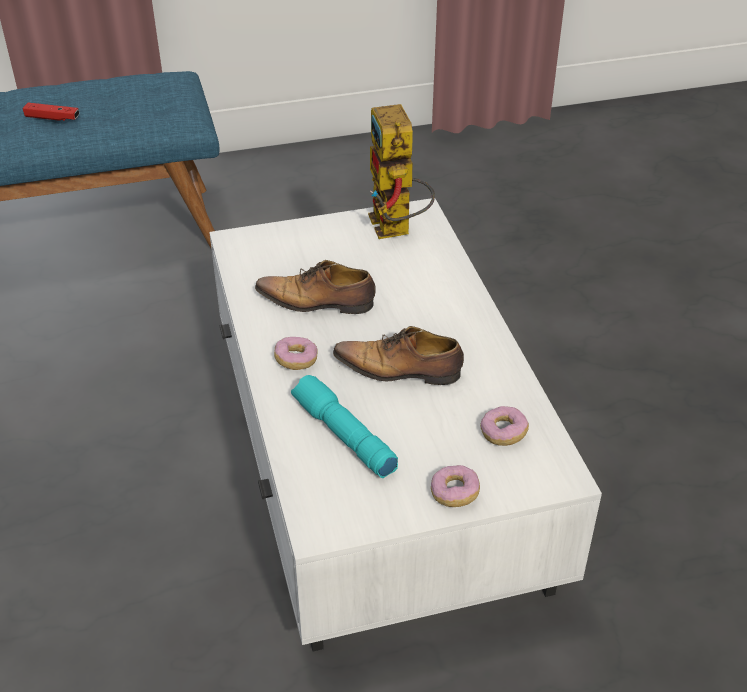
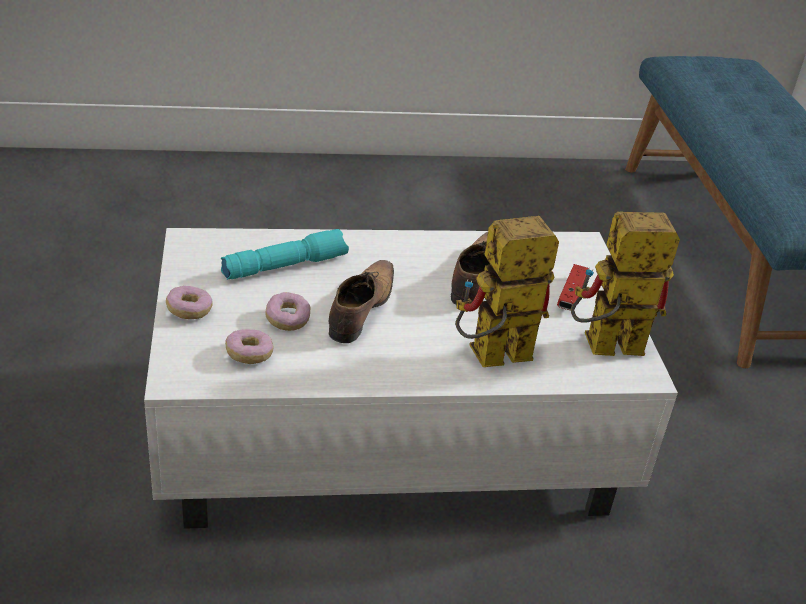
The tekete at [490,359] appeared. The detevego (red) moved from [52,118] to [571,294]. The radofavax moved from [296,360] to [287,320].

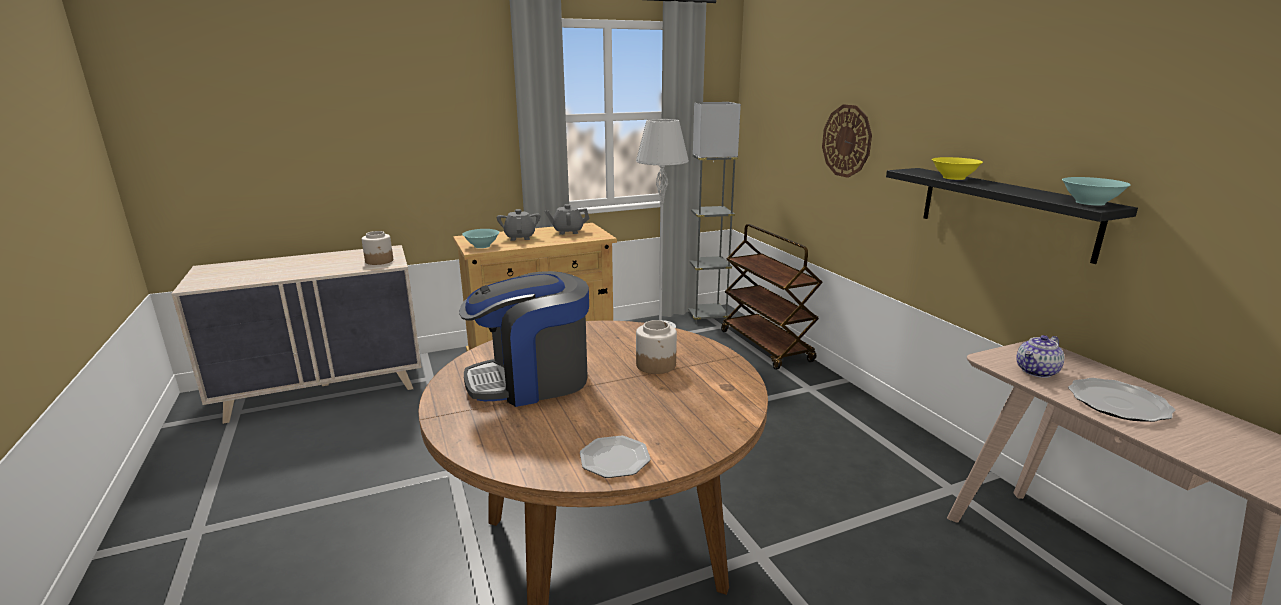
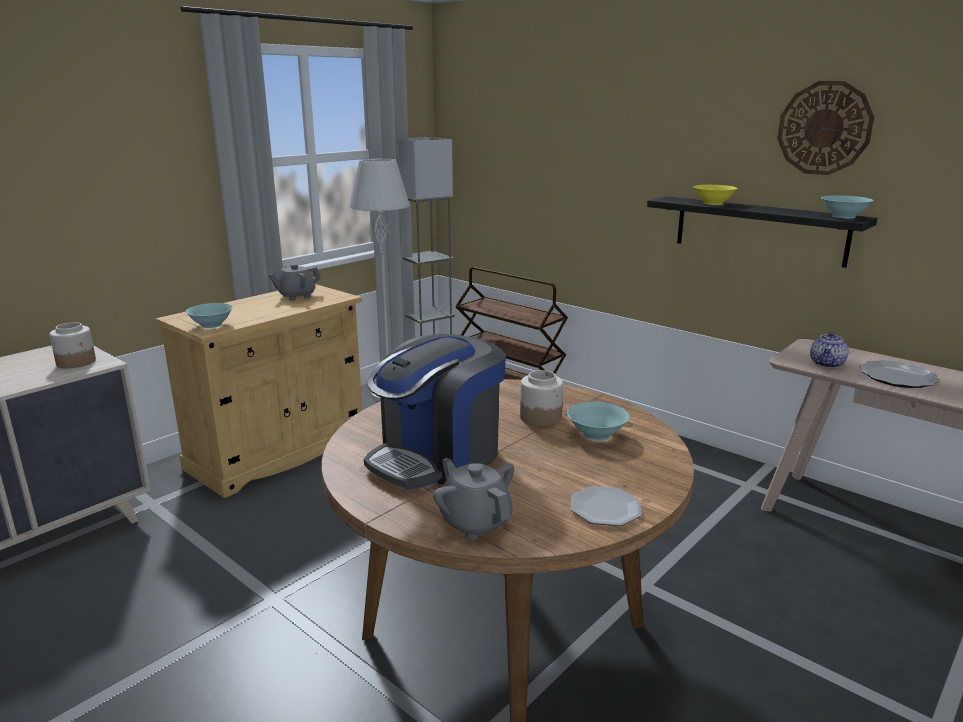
The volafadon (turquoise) at [597,434] appeared. The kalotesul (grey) moved from [520,237] to [475,522]. The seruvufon moved from [847,141] to [824,128].

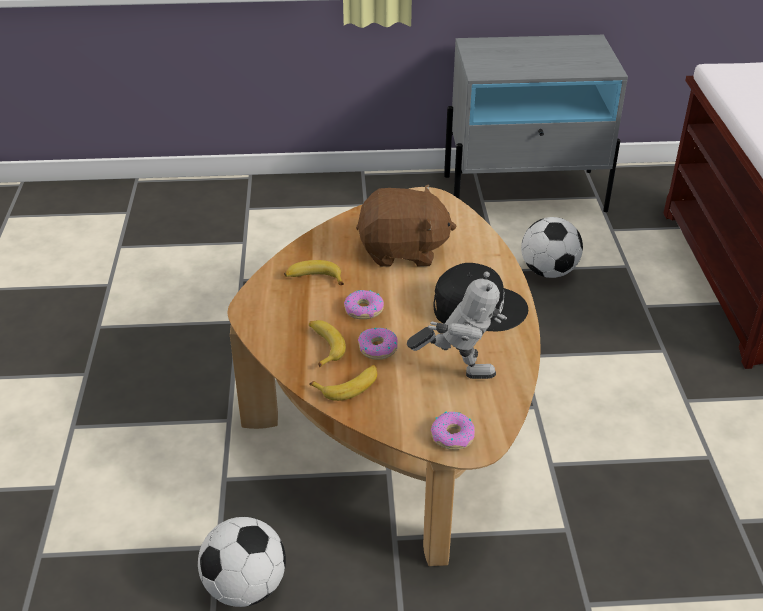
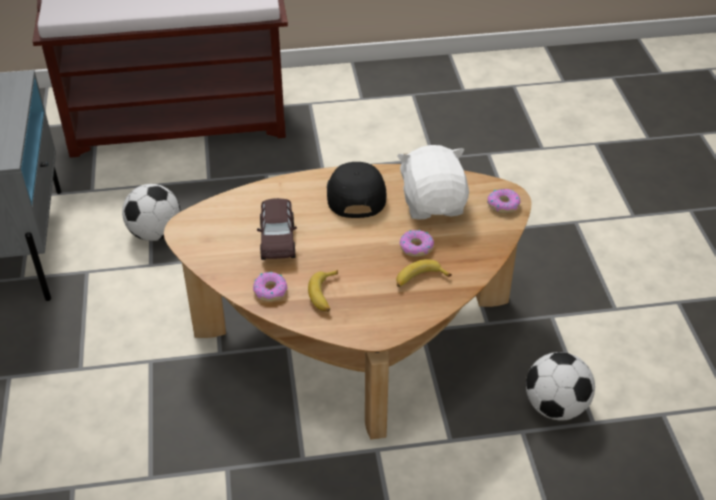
The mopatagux at [348,386] disappeared. The radofavax moved from [363,310] to [270,290]. The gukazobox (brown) at [403,251] was replaced by the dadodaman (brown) at [277,240]. The tekete at [457,370] was replaced by the gukazobox (white) at [433,203].

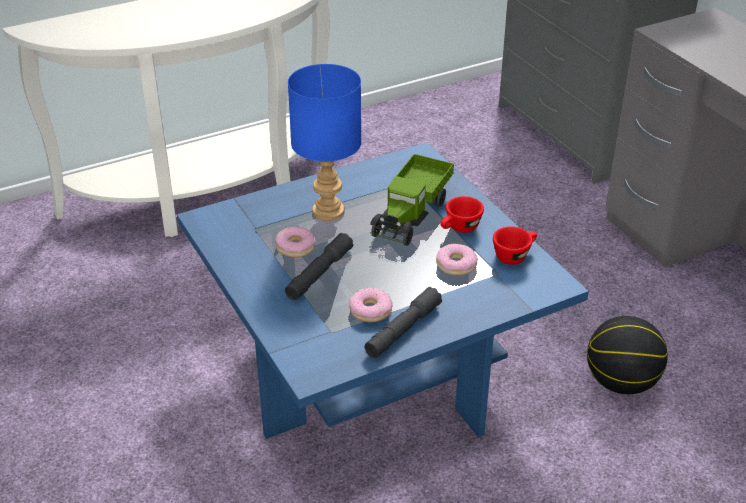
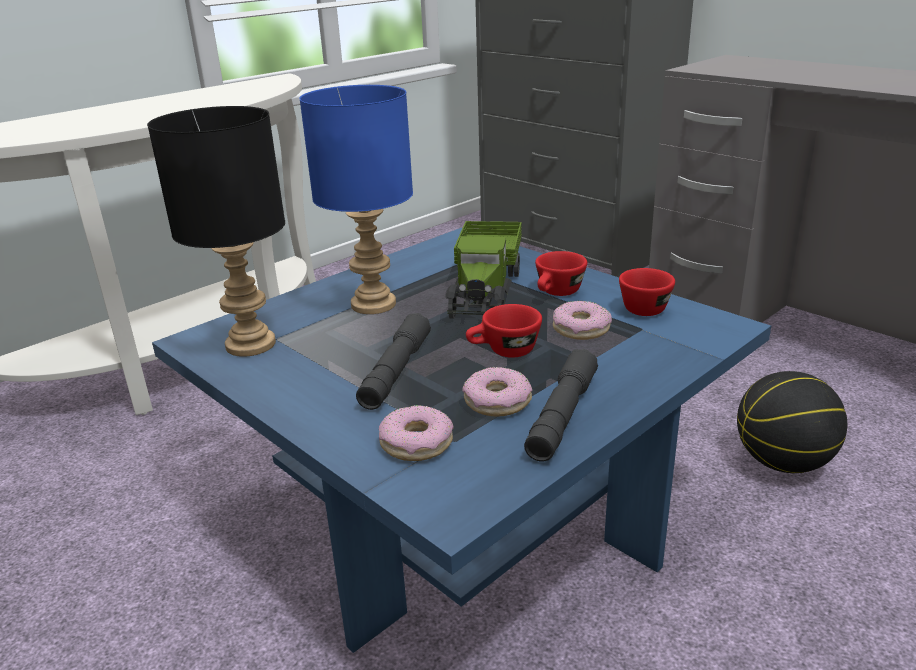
The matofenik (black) at [251,343] appeared. The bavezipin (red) at [504,352] appeared. The radofavax moved from [295,247] to [416,443].

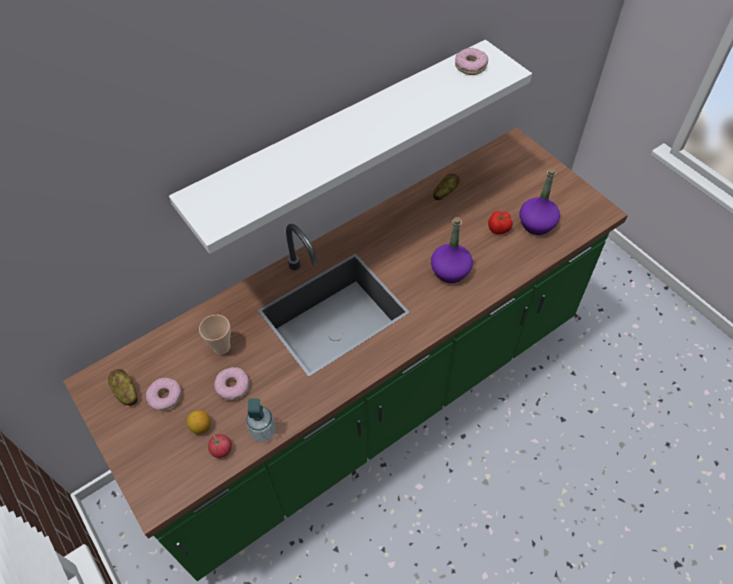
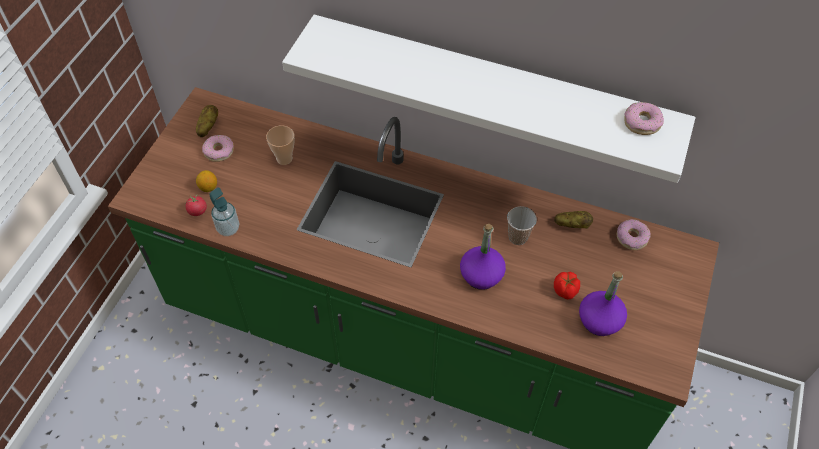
The bavezipin at [518,237] appeared. The radofavax moved from [233,386] to [632,238].

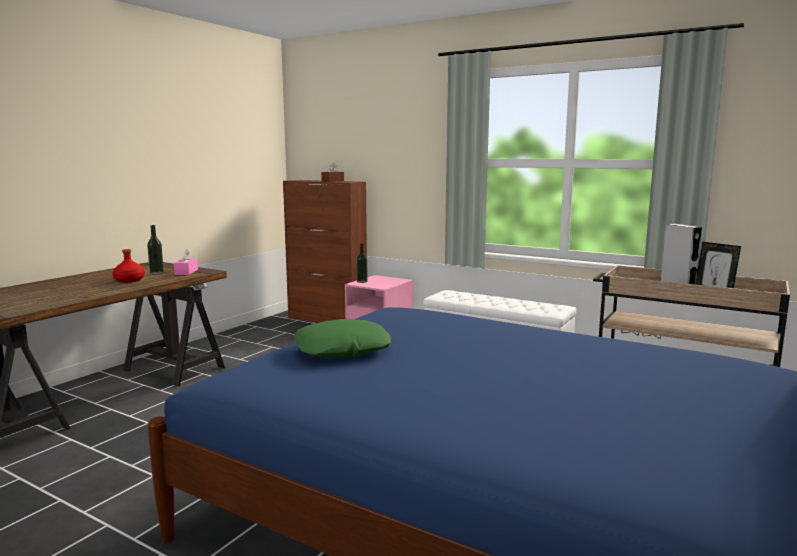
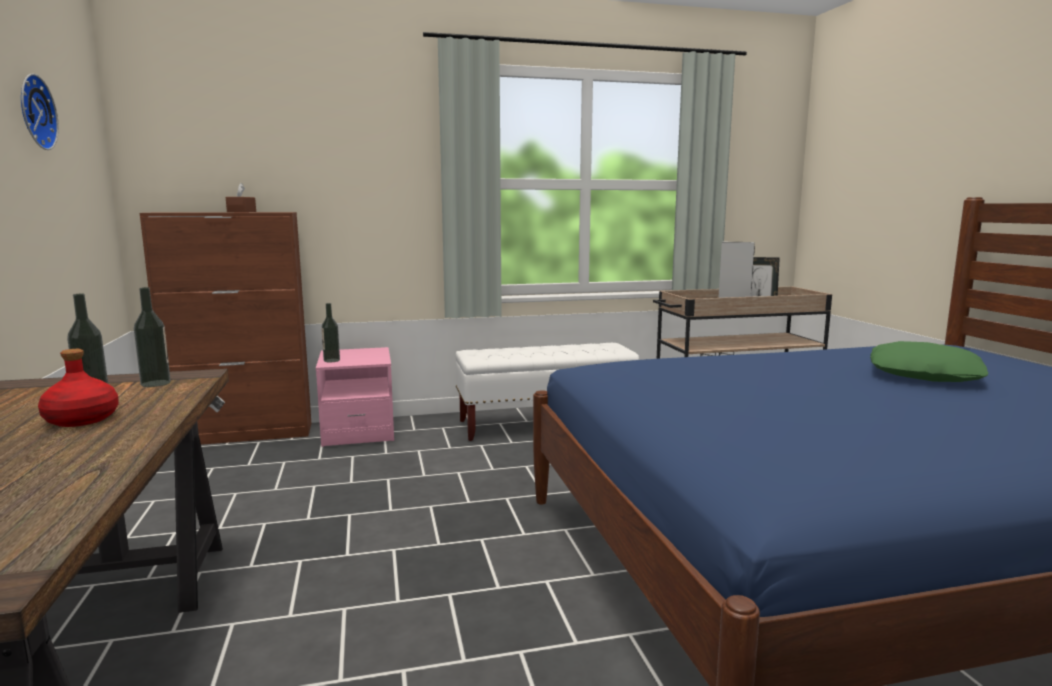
The seruvufon at [33,112] appeared. The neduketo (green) moved from [342,349] to [925,374]. The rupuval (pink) at [186,272] was replaced by the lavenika at [155,383].

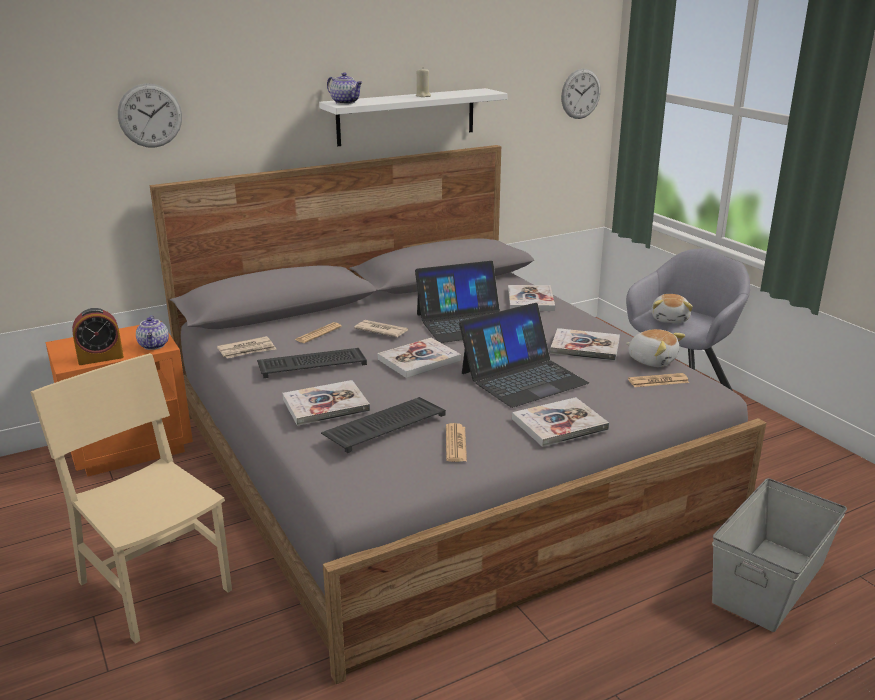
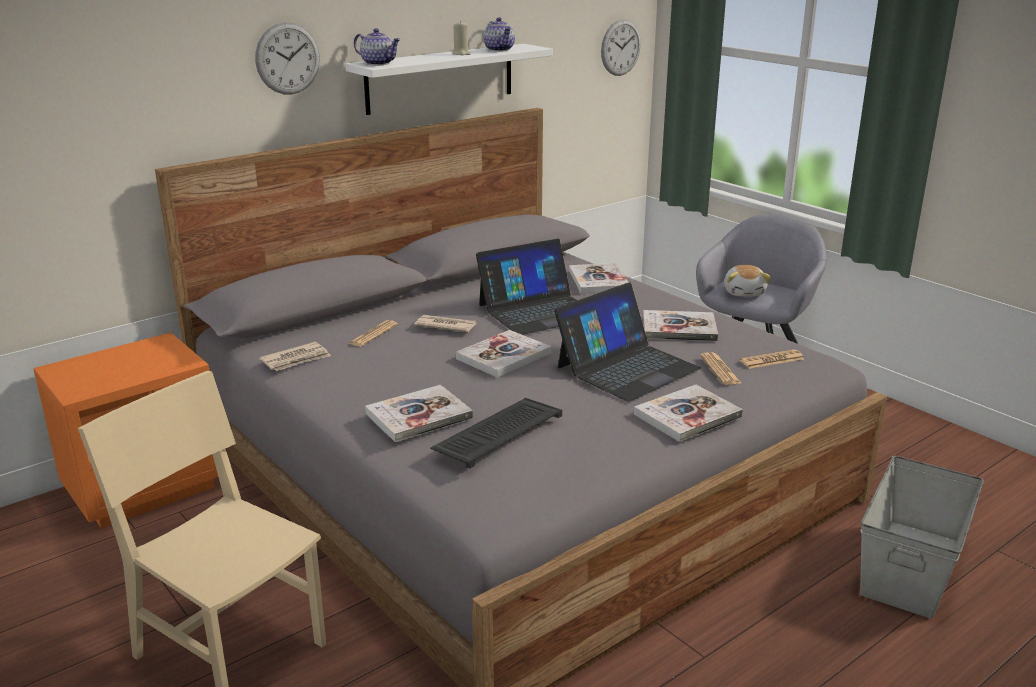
The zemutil at [100,358] disappeared. The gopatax at [313,363] disappeared. The gukazobox at [652,360] disappeared. The seruvufon moved from [150,115] to [288,58]. The kalotesul moved from [154,345] to [500,49]. The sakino moved from [456,443] to [720,370].

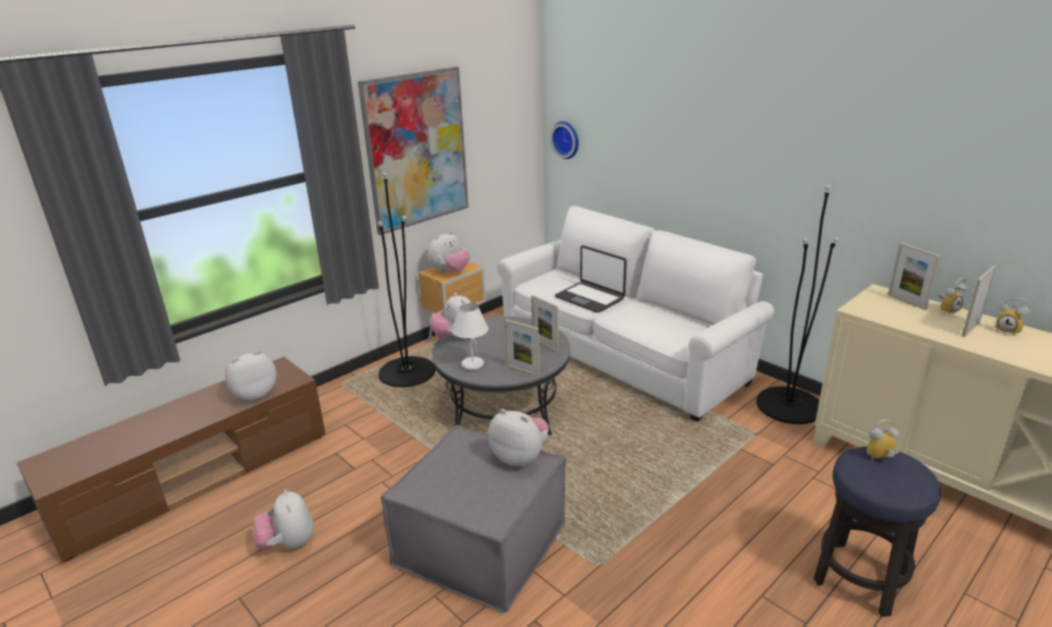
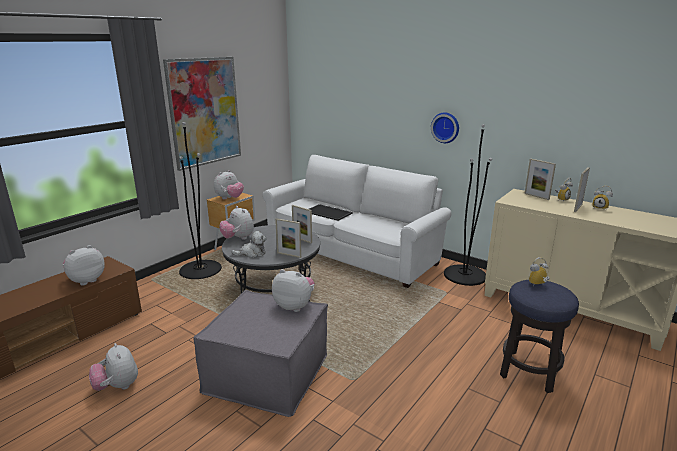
The seruvufon moved from [567,139] to [445,127]. The matofenik (white) at [472,365] was replaced by the gukazobox at [252,253]. The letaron at [590,298] was replaced by the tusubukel at [329,212].

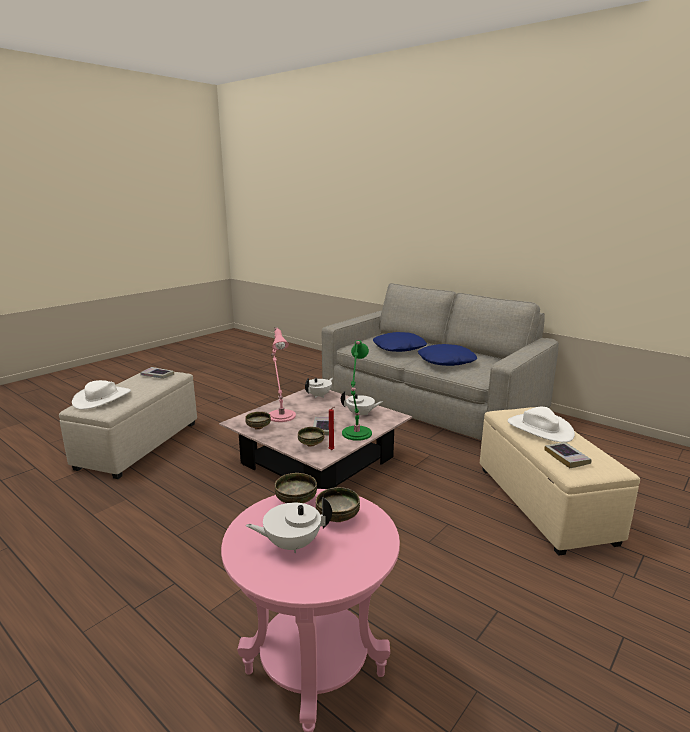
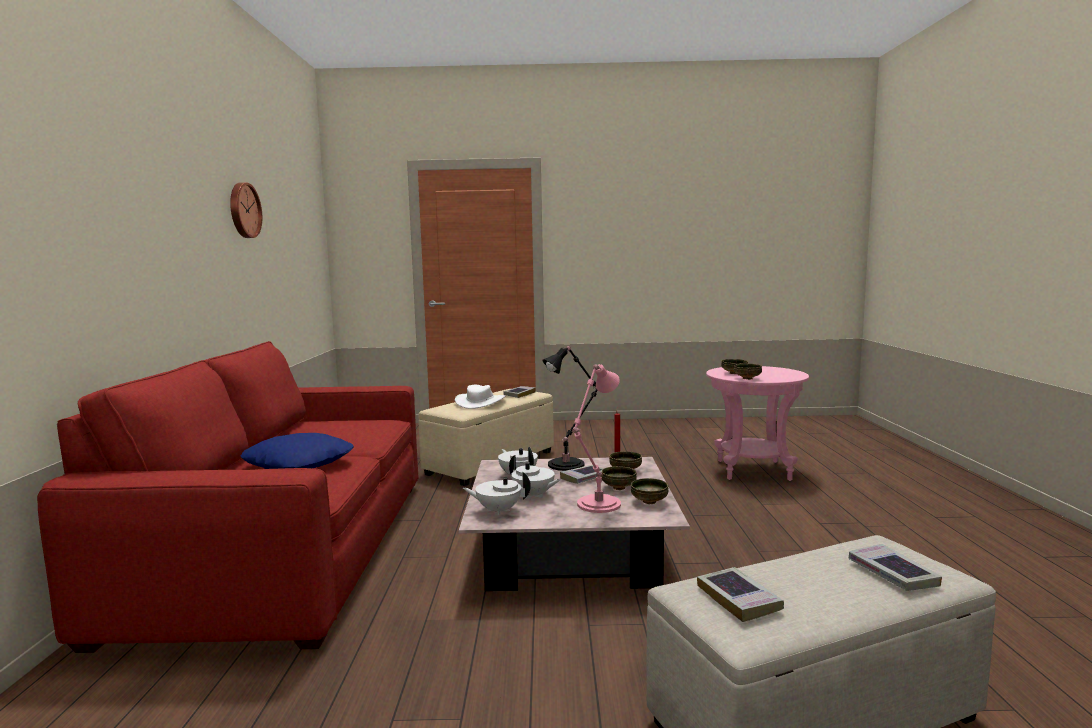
The neduketo (blue) at [446,361] disappeared. The seruvufon at [243,210] appeared. The volafadon at [618,488] appeared. The kalotesul (white) moved from [292,544] to [533,495]. The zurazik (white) at [102,398] was replaced by the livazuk at [892,574]. The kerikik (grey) at [431,403] became the kerikik (red) at [287,549]. The matofenik (green) at [356,434] became the matofenik (black) at [569,464].

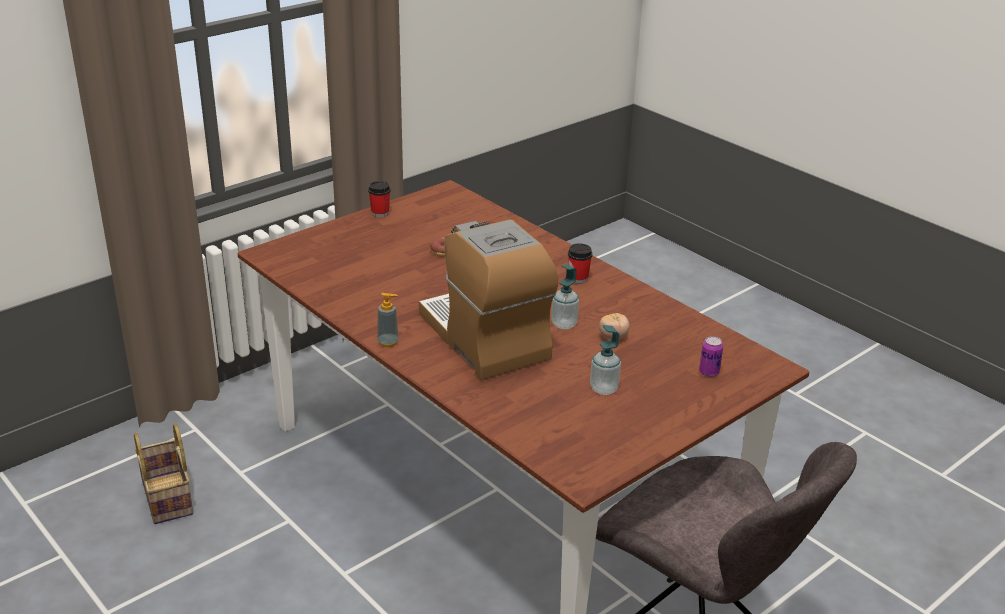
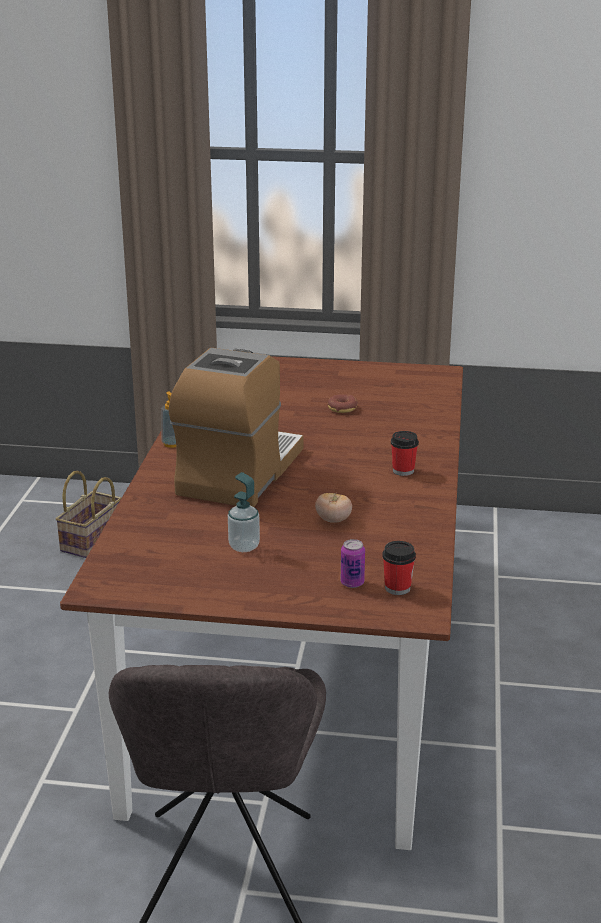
The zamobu at [564,324] disappeared. The bavezipin moved from [380,213] to [397,588].

